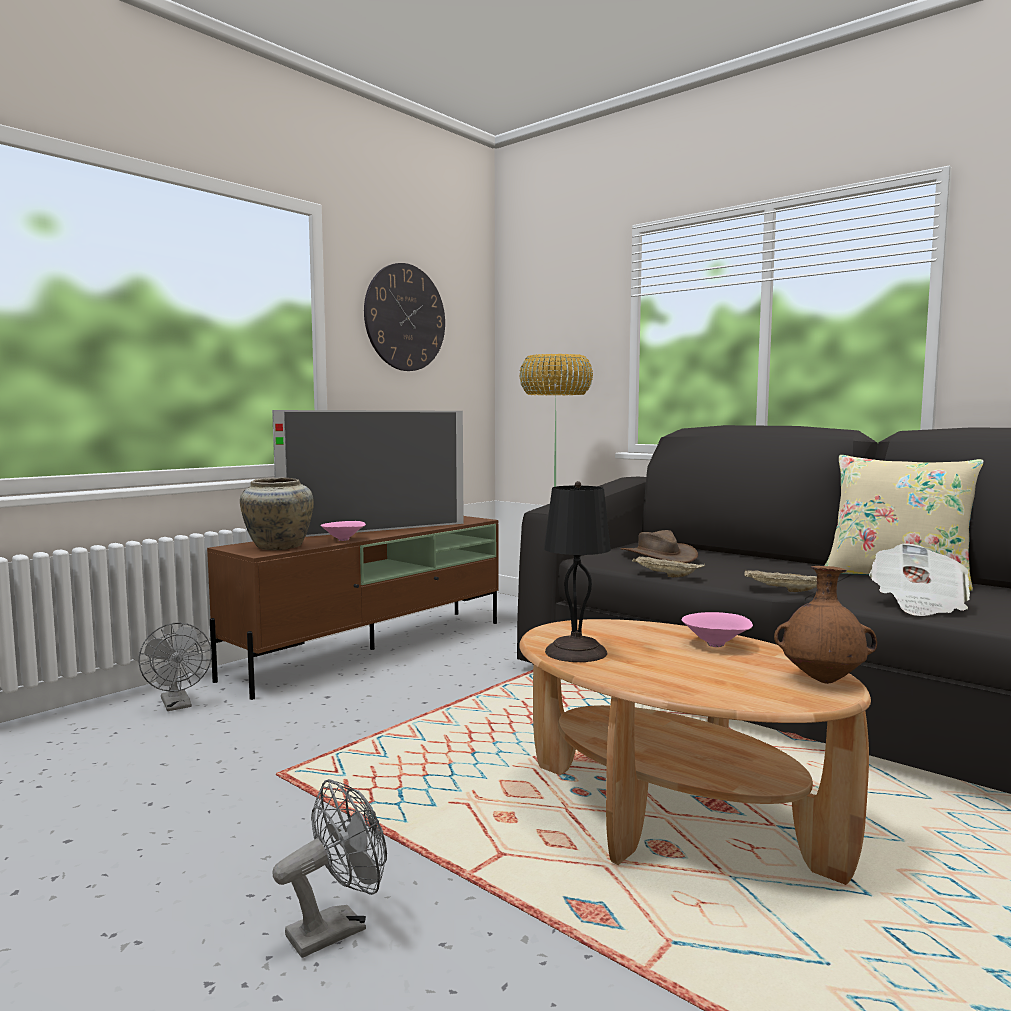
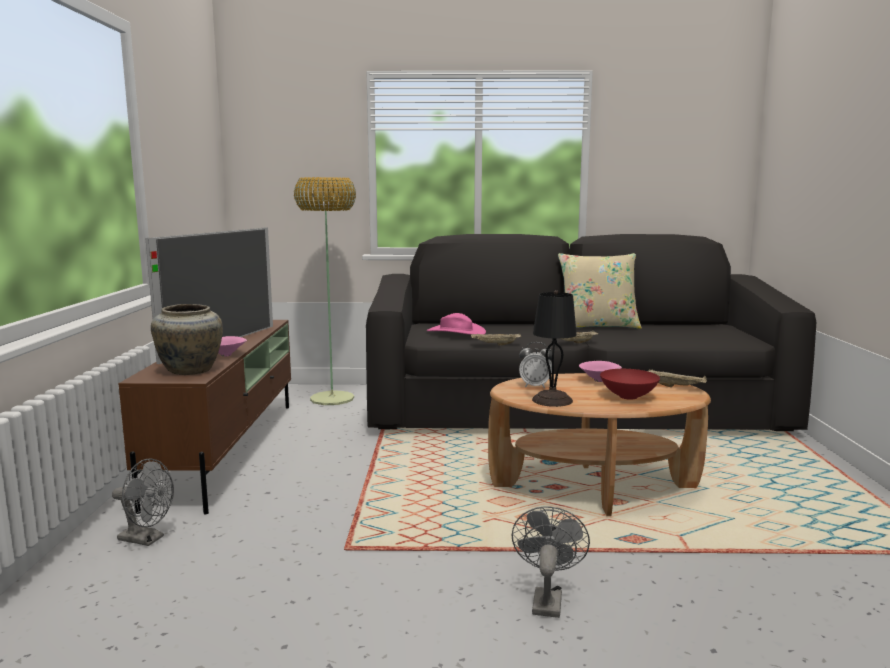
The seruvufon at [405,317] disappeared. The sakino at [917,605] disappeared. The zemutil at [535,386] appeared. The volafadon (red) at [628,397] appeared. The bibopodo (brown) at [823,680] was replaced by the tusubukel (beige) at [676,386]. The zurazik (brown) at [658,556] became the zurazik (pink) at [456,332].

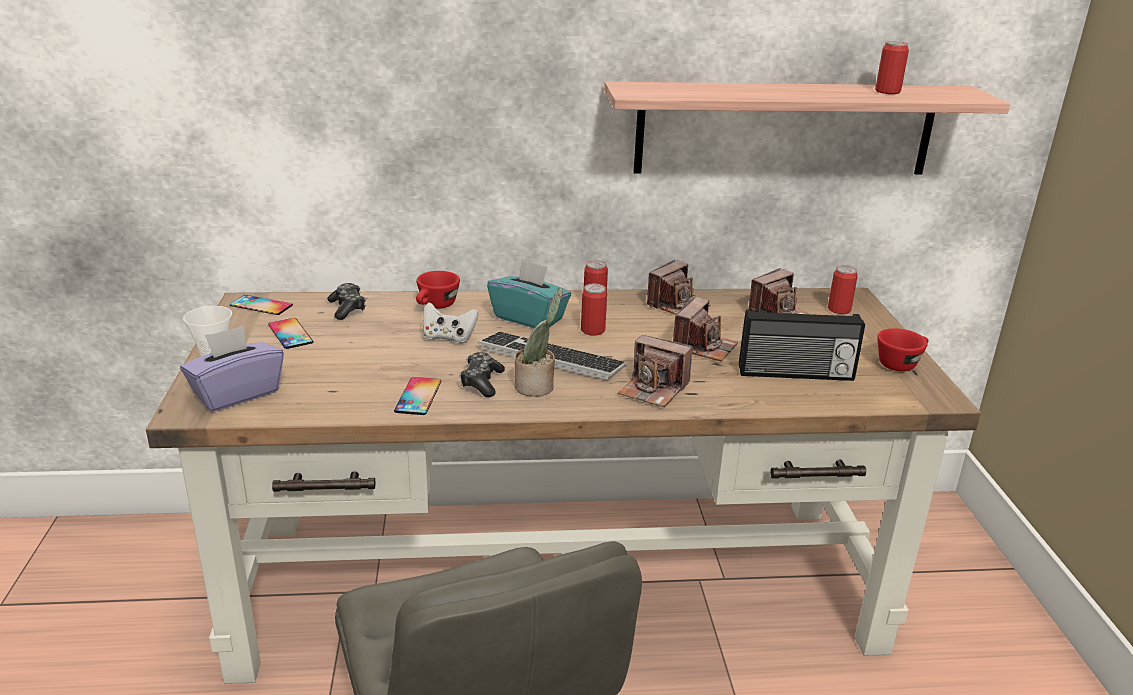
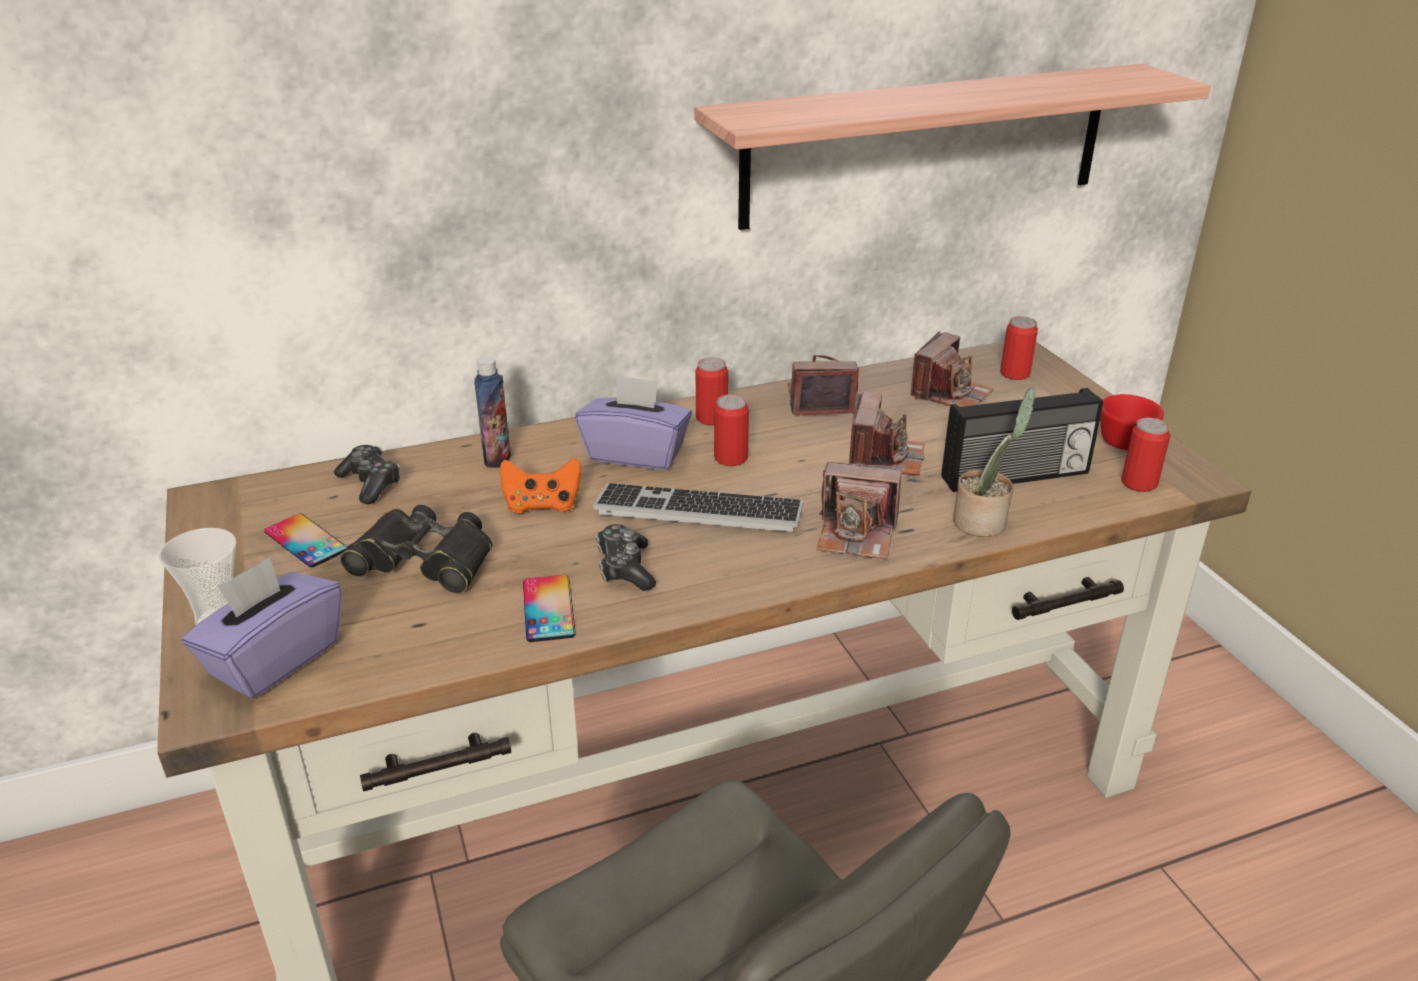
The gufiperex at [261,305] disappeared. The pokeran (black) at [425,560] appeared. The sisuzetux moved from [537,387] to [983,522]. The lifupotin moved from [887,91] to [1139,483]. The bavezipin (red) at [435,306] was replaced by the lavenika at [497,458]. The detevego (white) at [449,338] became the detevego (orange) at [542,505]. The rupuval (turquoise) at [529,318] became the rupuval (purple) at [636,454]. The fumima at [677,306] turned 120 degrees counterclockwise.

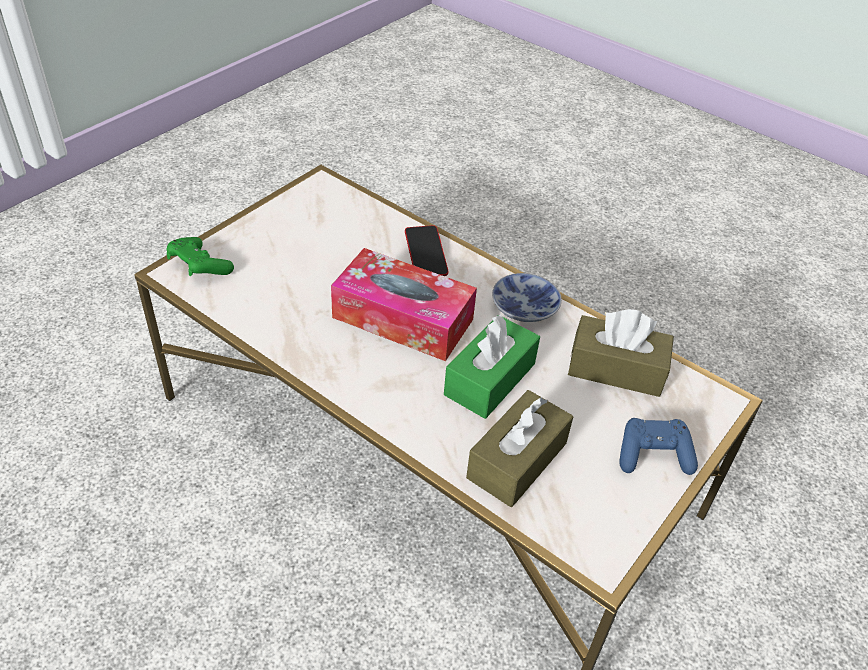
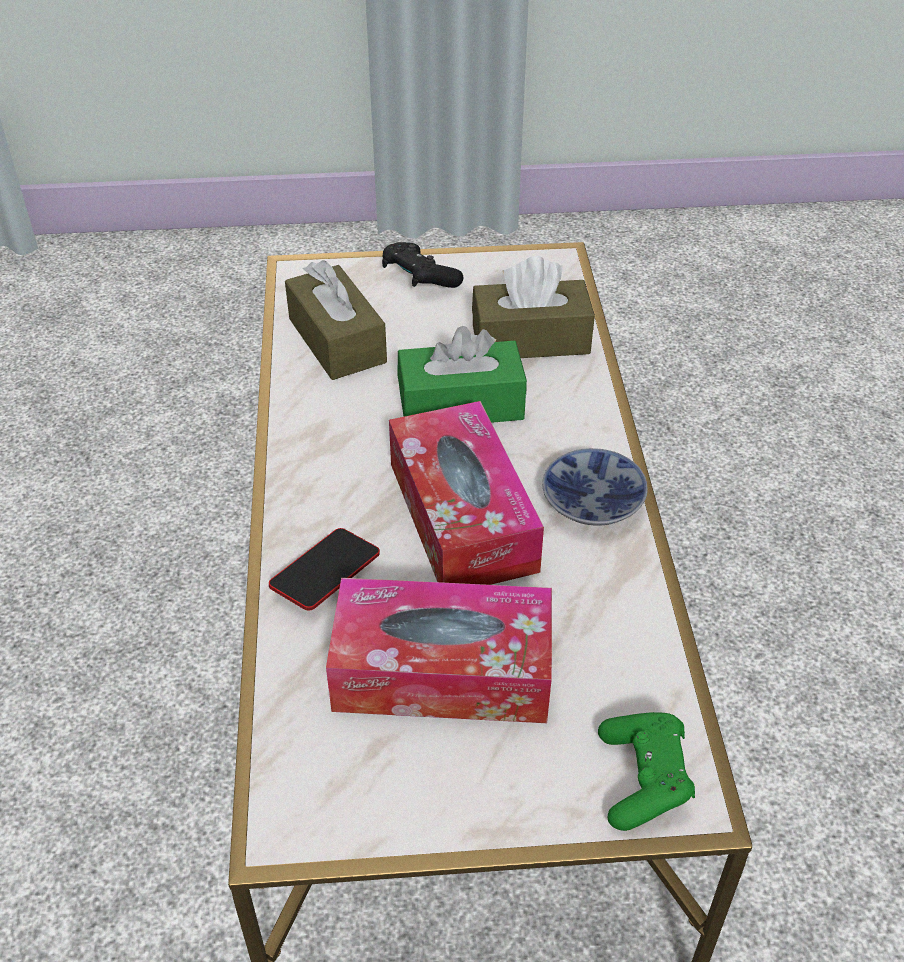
The rupuval at [442,671] appeared. The volafadon moved from [525,310] to [594,500]. The detevego (blue) at [653,455] became the detevego (black) at [419,279].

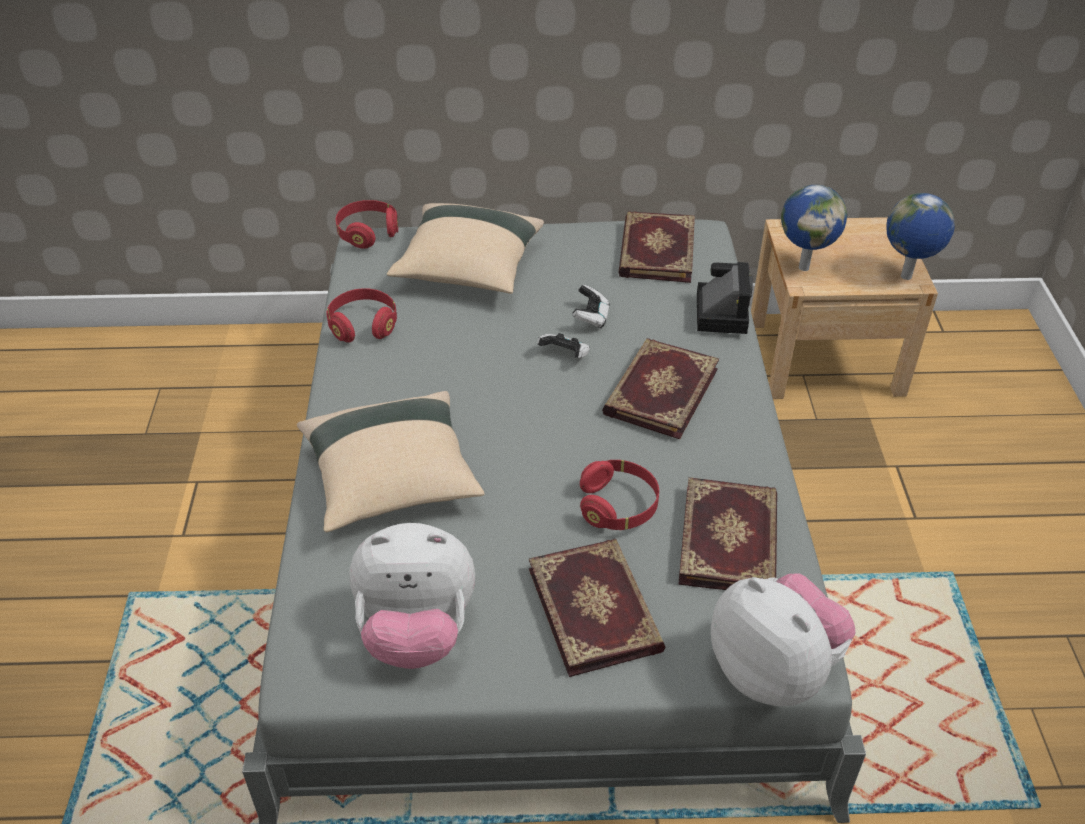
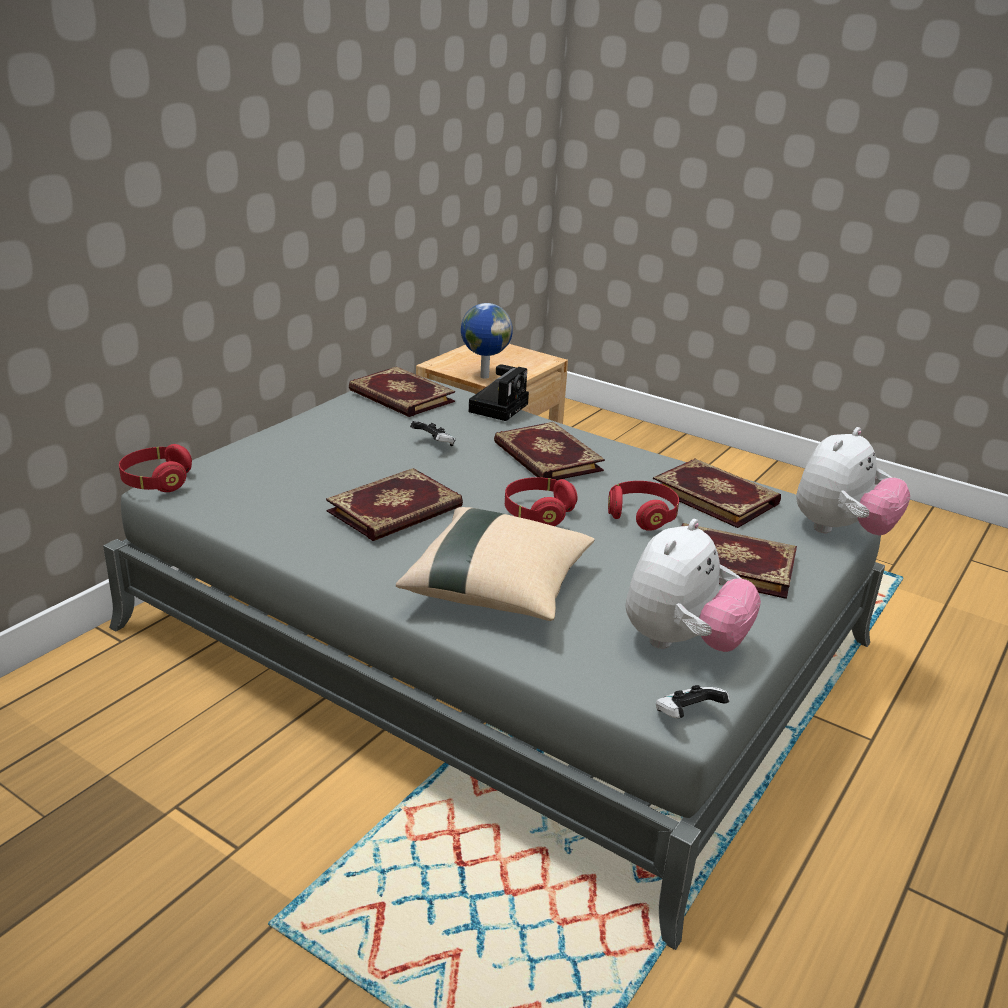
The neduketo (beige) at [468,269] disappeared. The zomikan at [906,277] disappeared. The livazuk at [396,510] appeared. The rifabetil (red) moved from [363,326] to [537,513]. The detevego moved from [565,355] to [687,716]. The fumima at [720,311] turned 75 degrees clockwise. The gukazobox at [773,670] turned 135 degrees clockwise.

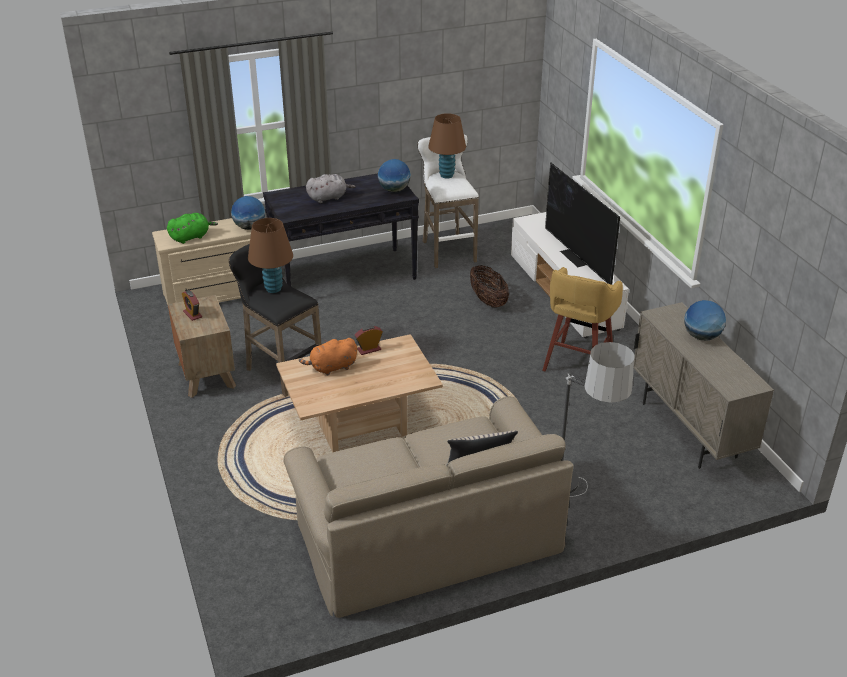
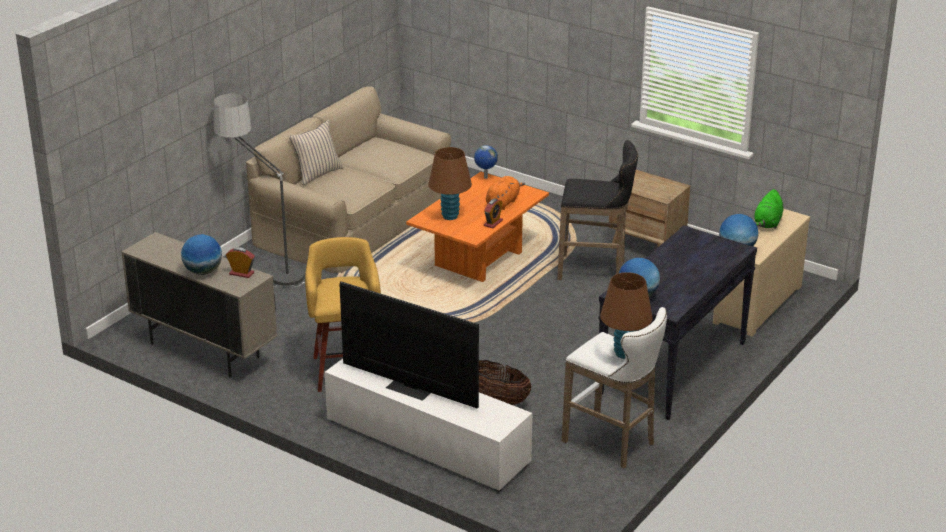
The gukazobox (grey) at [328,198] disappeared. The zomikan at [485,177] appeared. The zemutil moved from [192,314] to [241,273]. The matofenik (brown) moved from [273,289] to [450,216]. The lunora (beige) at [360,425] became the lunora (orange) at [478,259].

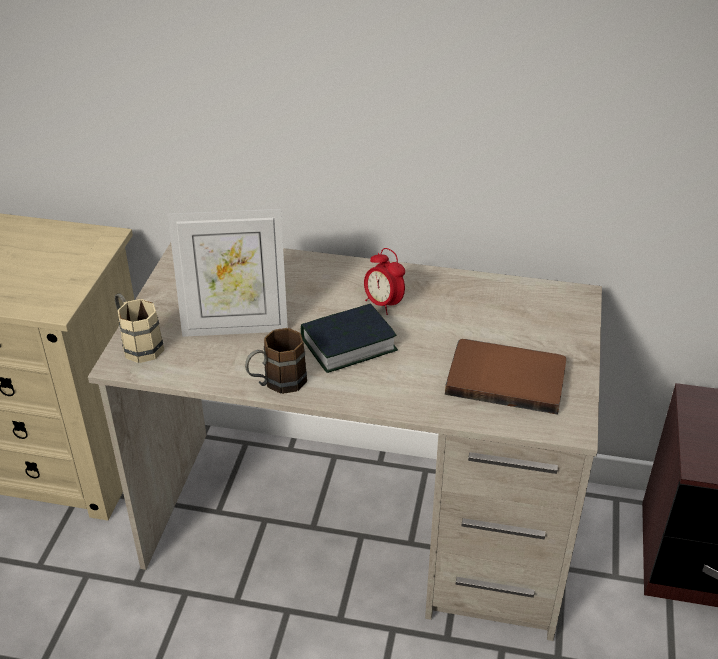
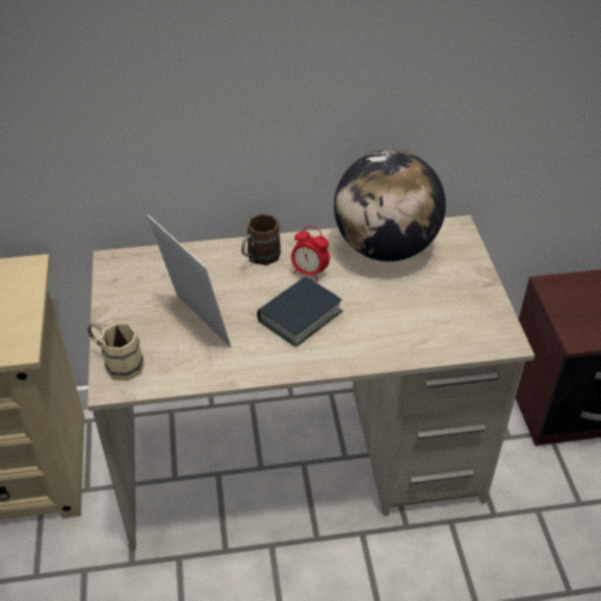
The livazuk (brown) at [506,377] disappeared. The zomikan at [385,248] appeared. The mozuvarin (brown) moved from [277,383] to [259,258]. The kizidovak at [235,326] turned 105 degrees counterclockwise.

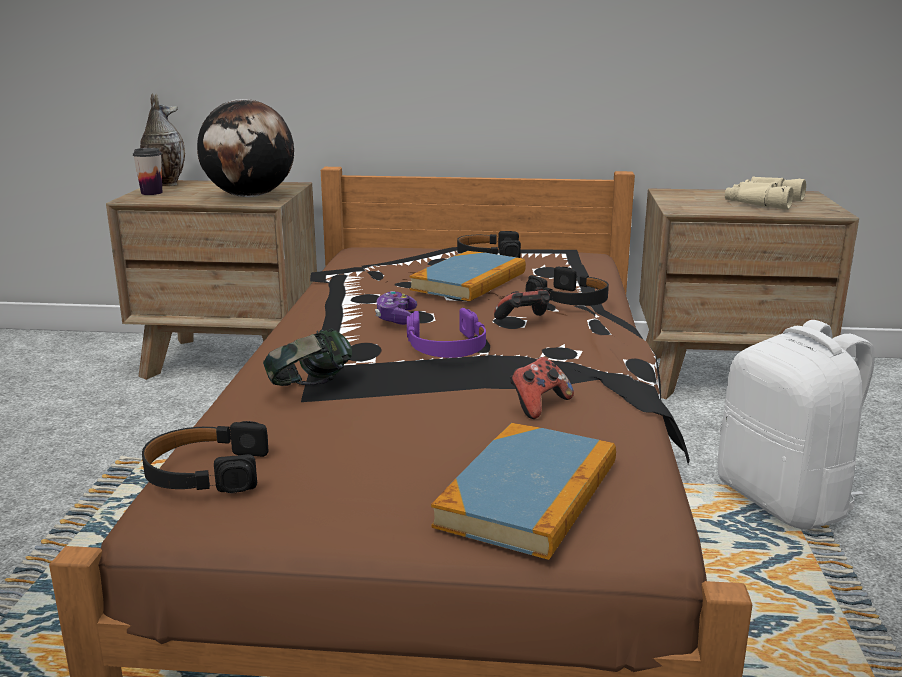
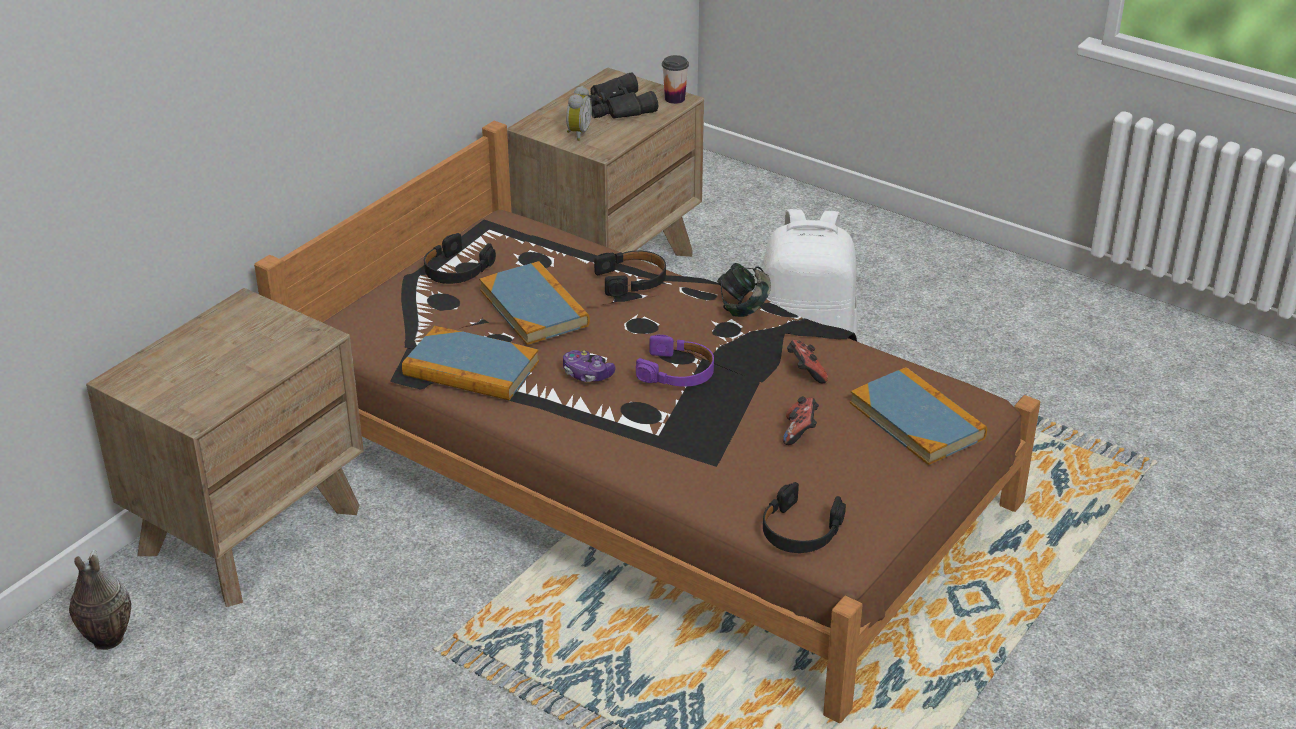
The zomikan at [250,196] disappeared. The livazuk at [471,369] appeared. The zemutil at [577,133] appeared. The bavezipin moved from [151,193] to [674,99]. The bibopodo moved from [165,184] to [106,641]. The rifabetil moved from [311,388] to [743,308]. The detevego moved from [524,321] to [800,432]. The pokeran (beige) at [761,202] became the pokeran (black) at [616,107].

